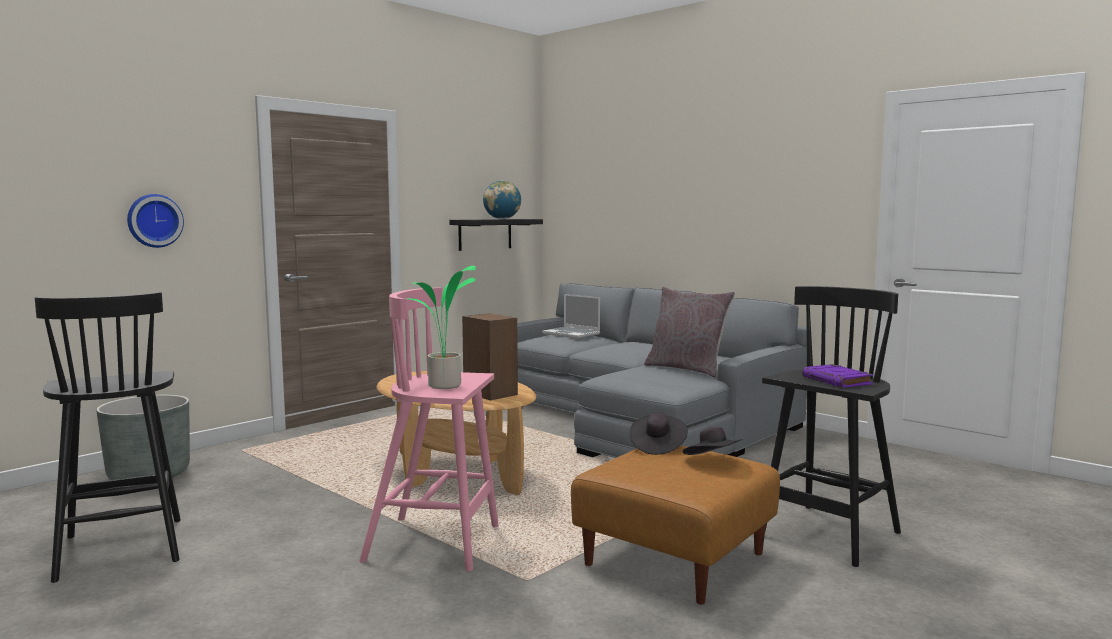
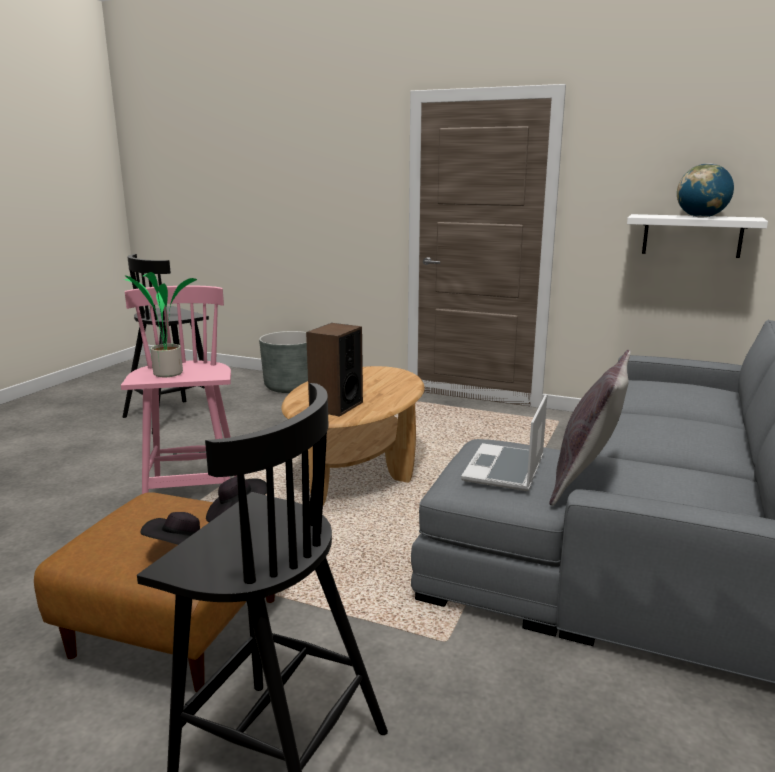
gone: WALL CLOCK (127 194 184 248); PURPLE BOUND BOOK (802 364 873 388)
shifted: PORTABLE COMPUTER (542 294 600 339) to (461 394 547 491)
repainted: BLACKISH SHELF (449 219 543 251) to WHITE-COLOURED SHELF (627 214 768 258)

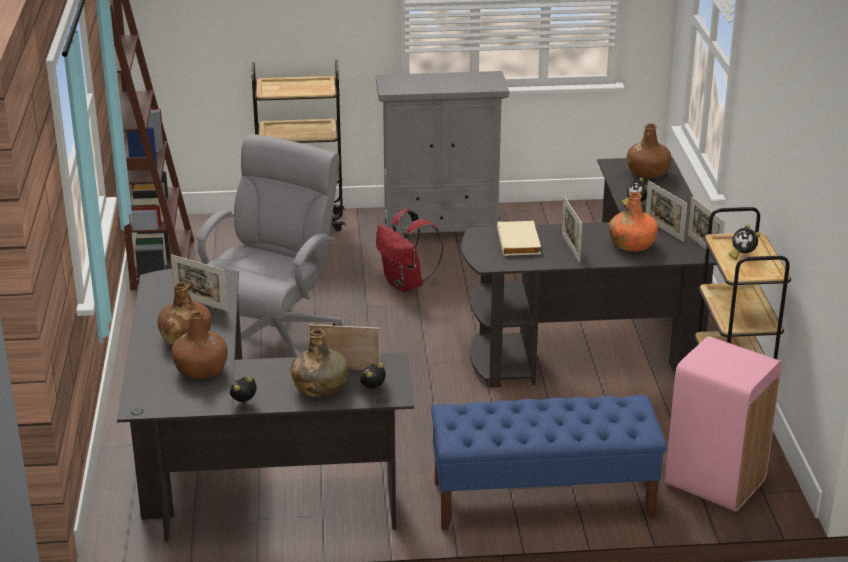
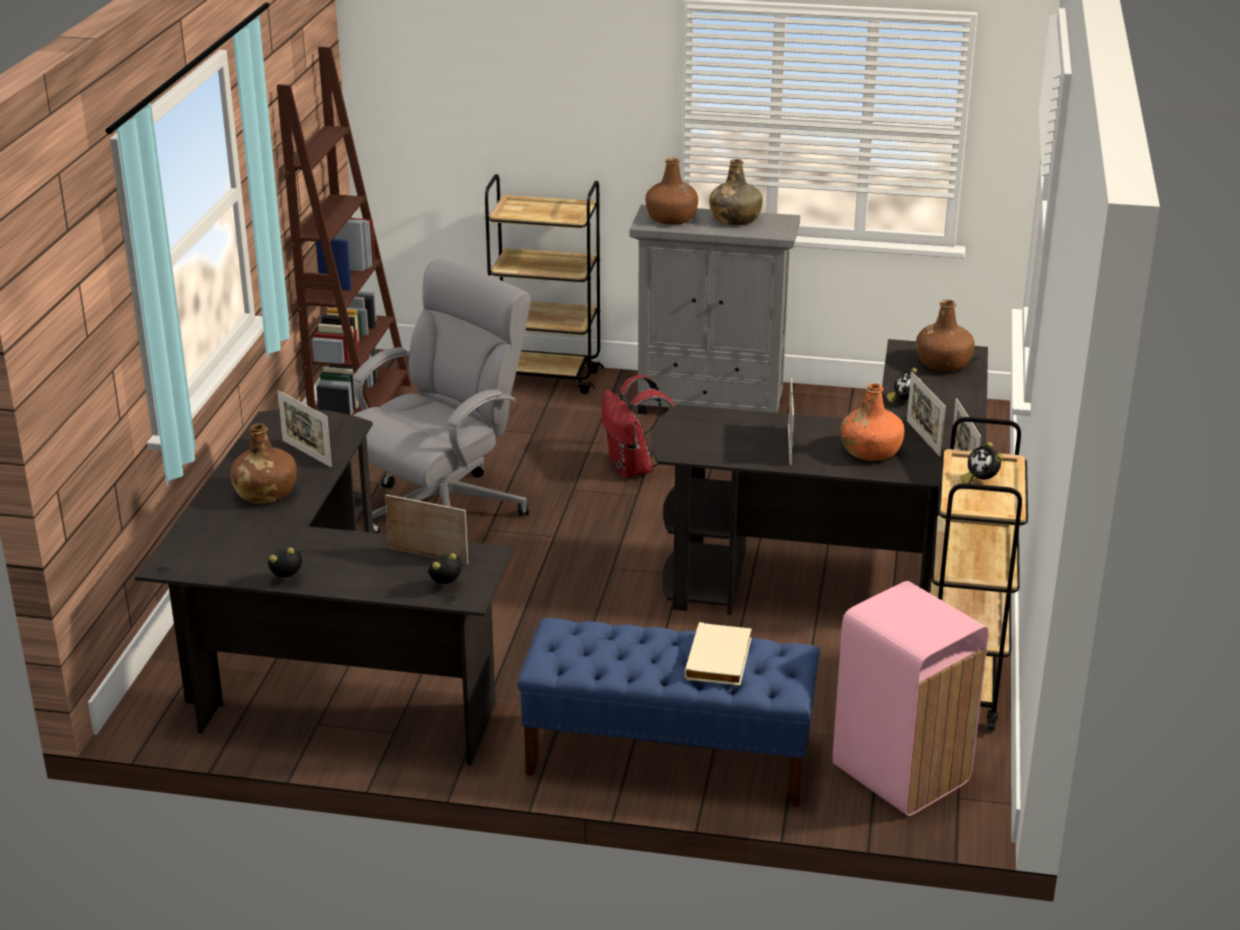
shifted: BROWN BOTTLE (171 310 228 379) to (646 158 698 225); GREEN-COLOURED BOTTLE (291 328 348 397) to (709 159 763 225); SAND-COLOURED BOUND BOOK (497 221 541 256) to (684 622 752 686)

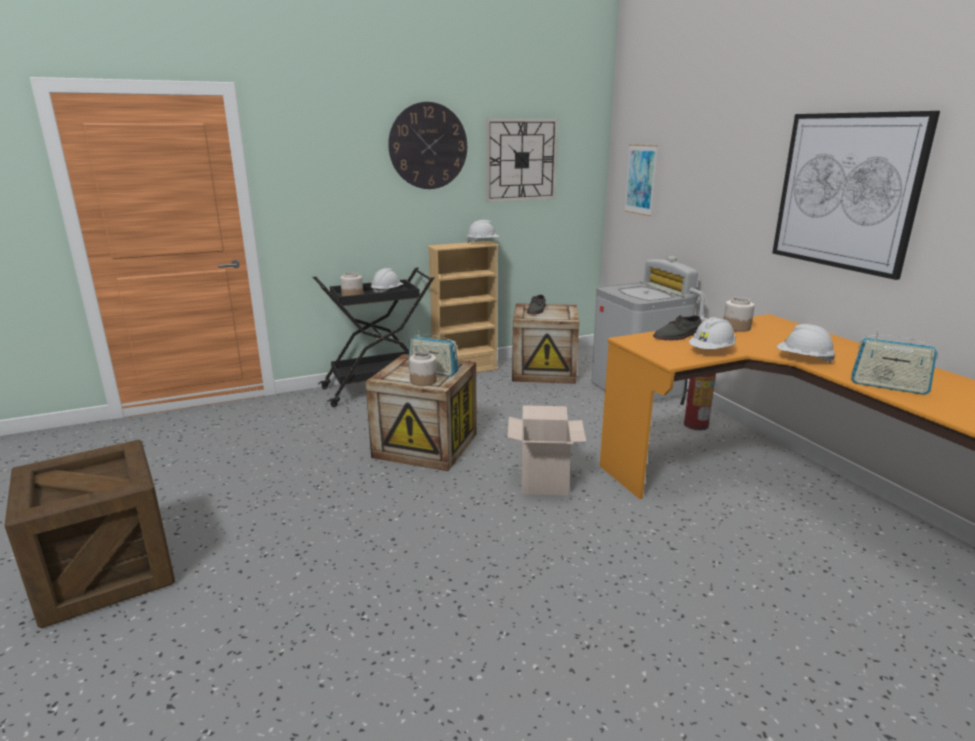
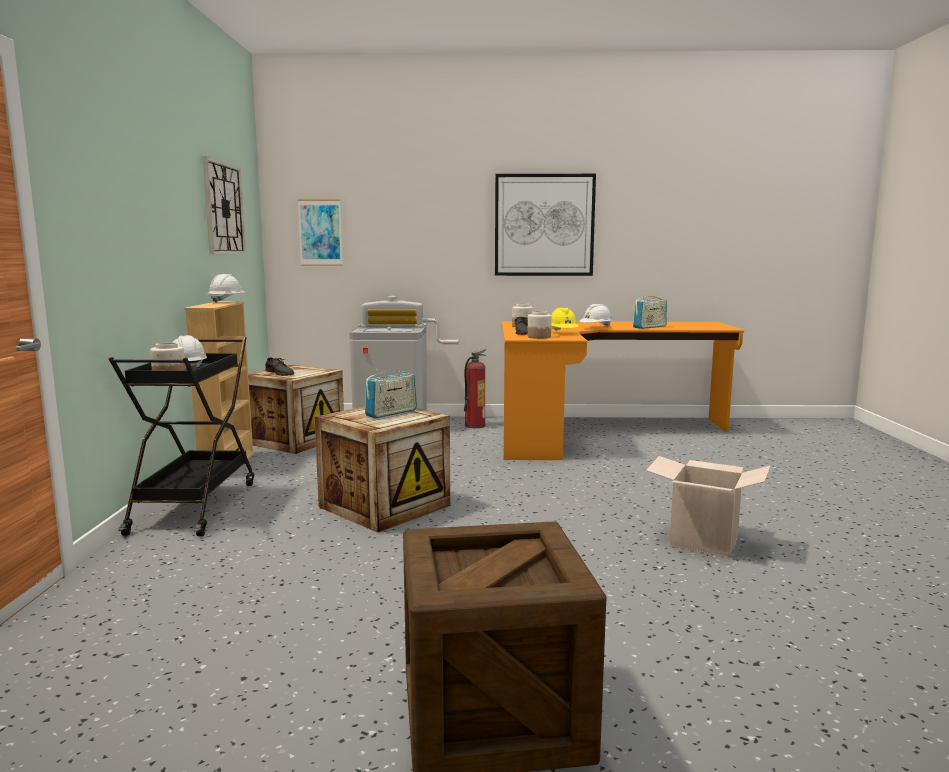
gone: WALL CLOCK (388 102 467 189)
shifted: PRESERVE JAR (409 351 437 386) to (528 311 551 339); CARTON (508 405 586 495) to (646 456 771 558)
repainted: WHITE-COLOURED HARD HAT (688 317 736 349) to YELLOW-COLOURED HARD HAT (551 308 579 331)

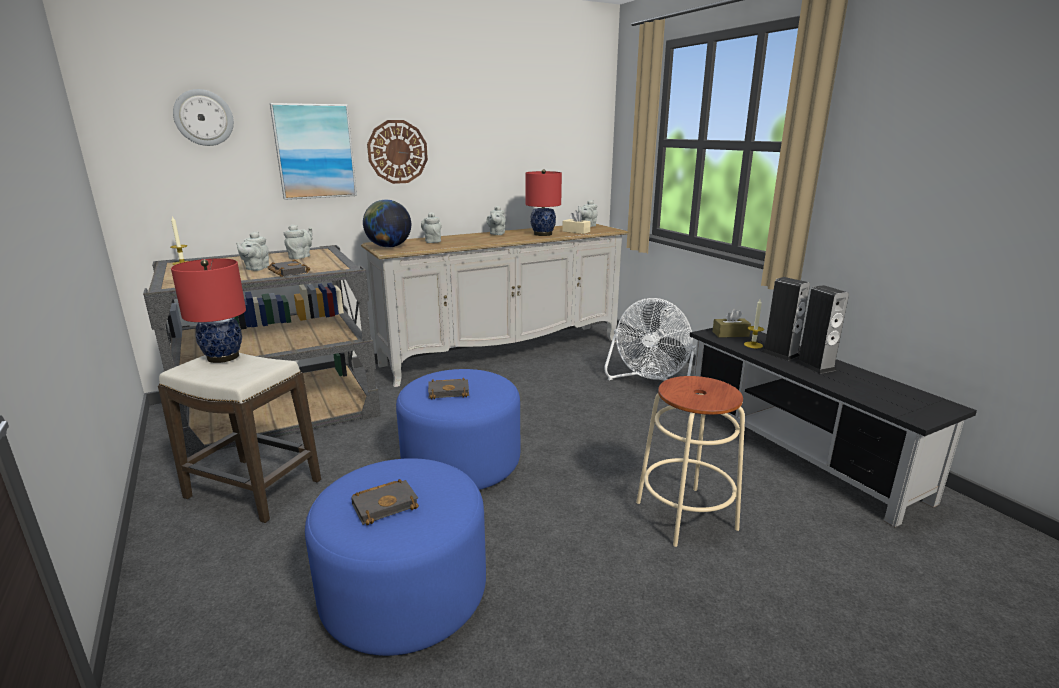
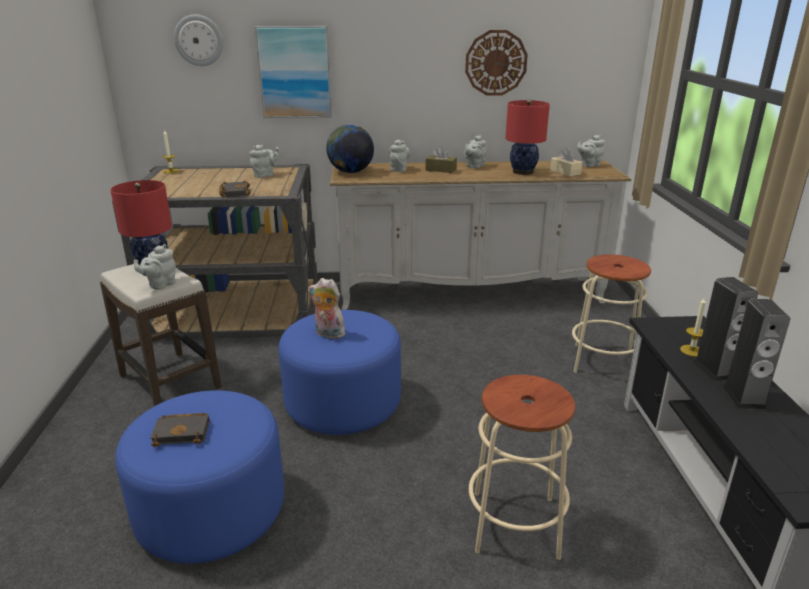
shifted: GREYISH TEA POT (236 231 269 271) to (134 244 176 290); WALL CLOCK (367 120 428 184) to (465 30 528 96); BROWN BOX OF TISSUES (712 309 751 338) to (426 146 457 173)
swapped: BLACKISH BOUND BOOK (428 378 469 399) to SOFT TOY (309 278 345 339); WHITE-COLOURED ELECTRIC FAN (604 298 696 381) to SAND-COLOURED STOOL (572 254 651 373)

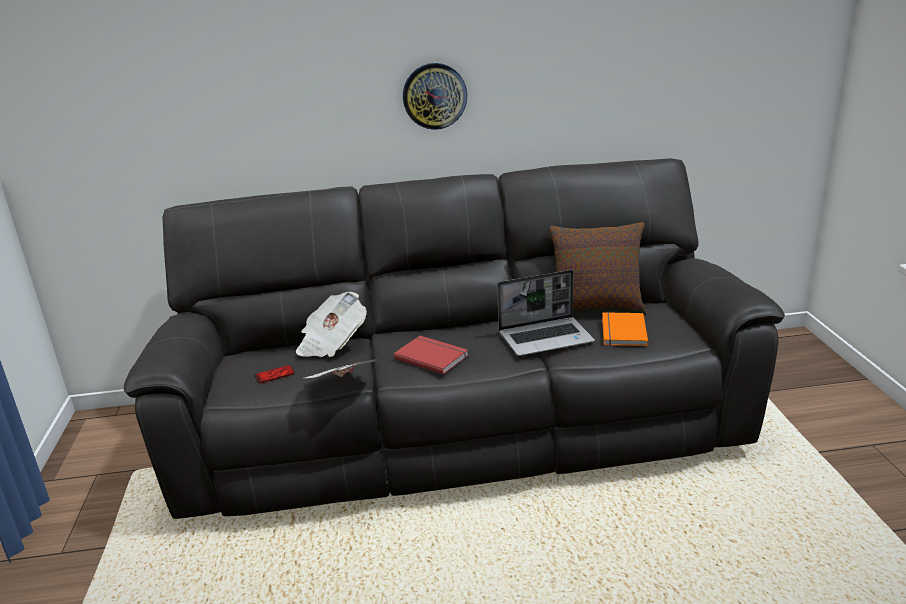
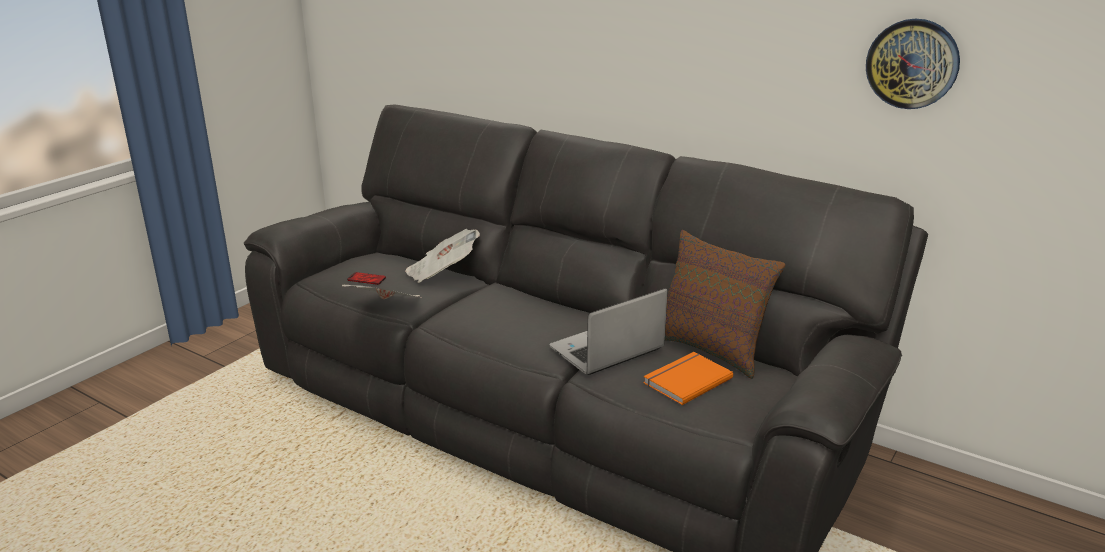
gone: RED BOUND BOOK (394 336 468 375)
shifted: WALL CLOCK (403 63 467 130) to (866 19 960 109)
rotated: PORTABLE COMPUTER (497 270 595 356) = (549 289 668 375) 120 degrees clockwise

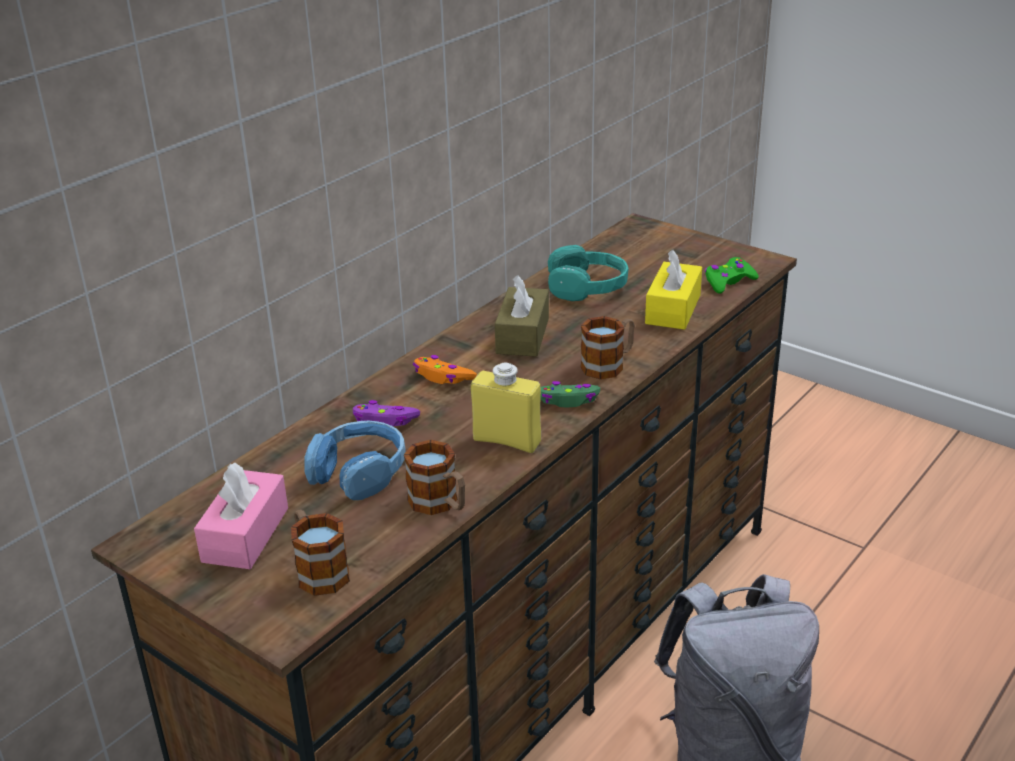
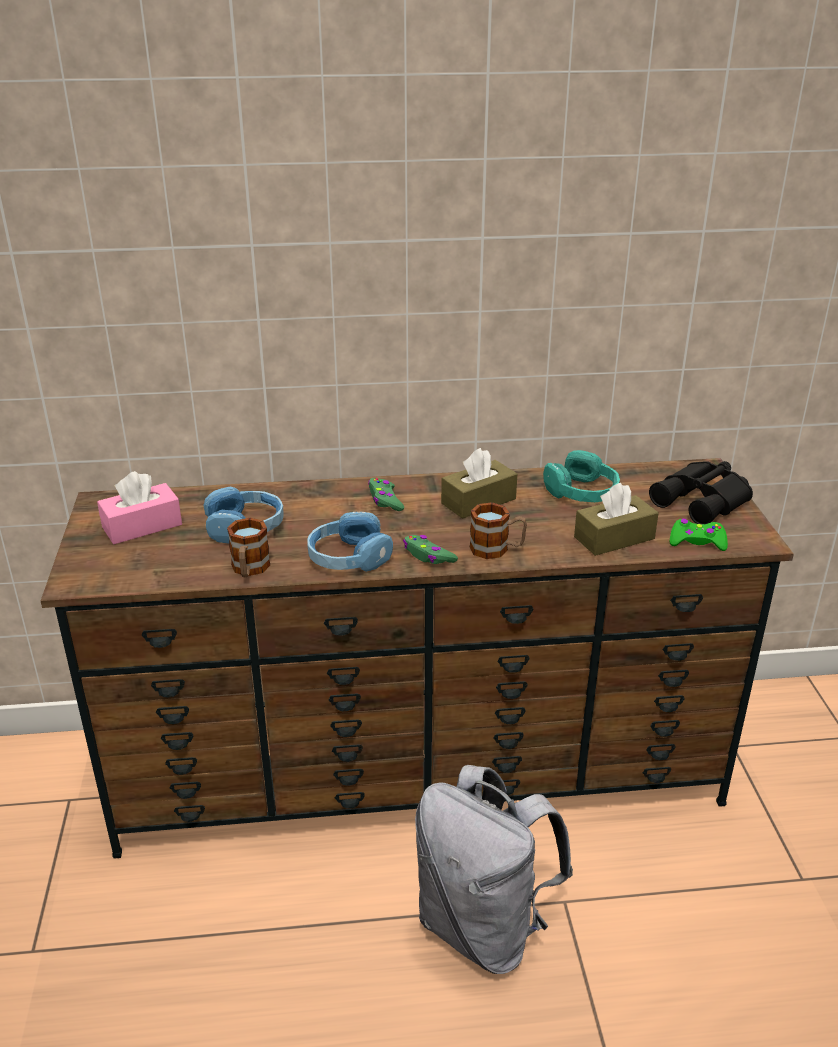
gone: MUG (291 510 350 596); PURPLE JOYPAD (353 400 420 427)
new: BLACKISH FIELD GLASSES (649 461 753 524)
swapped: YELLOW-COLOURED BOTTLE (471 363 541 453) to BLUE HEADSET (307 512 393 572)
repainted: ORANGE JOYPAD (413 355 477 384) to GREEN-COLOURED JOYPAD (368 478 404 511); YELLOW-COLOURED BOX OF TISSUES (645 250 702 330) to BROWN BOX OF TISSUES (574 483 659 556)

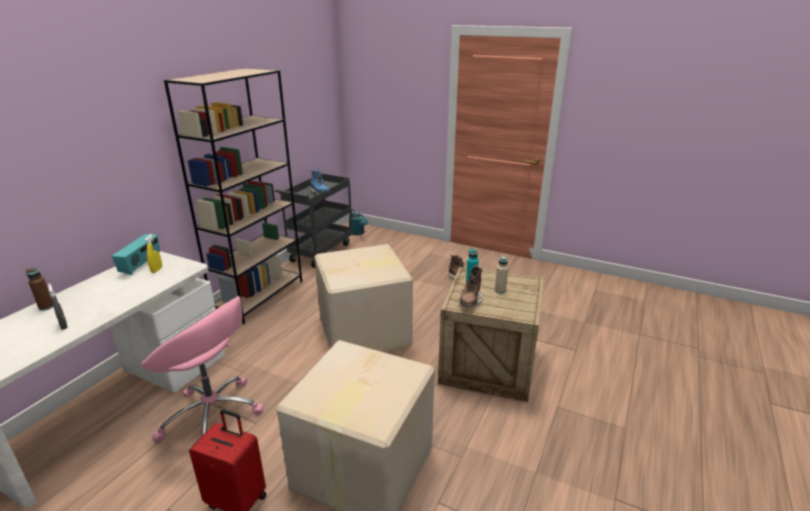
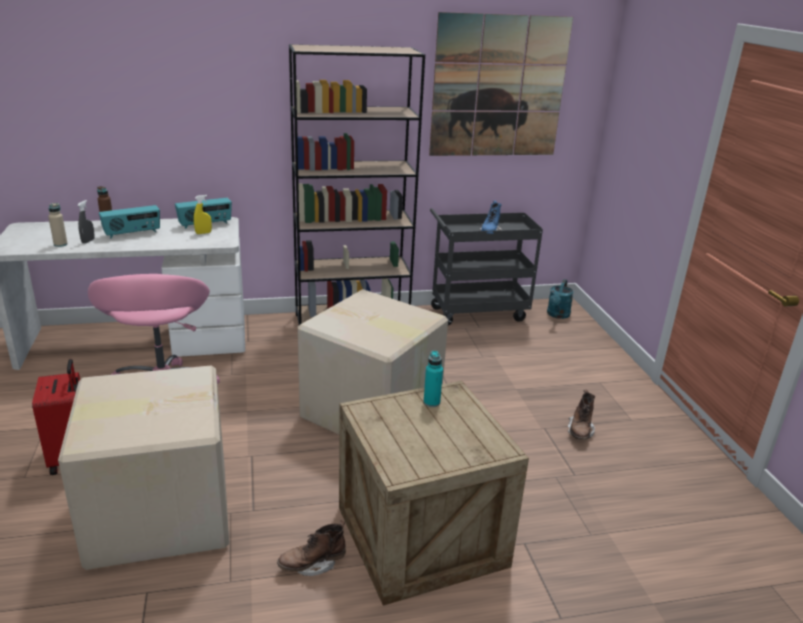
new: RADIO RECEIVER (99 205 160 238); WALL PICTURE (429 12 573 156)
shifted: BROWN HIGH-TOP BOOT (458 264 483 307) to (277 521 346 576); SAND-COLOURED BOTTLE (495 255 508 293) to (48 203 68 247)

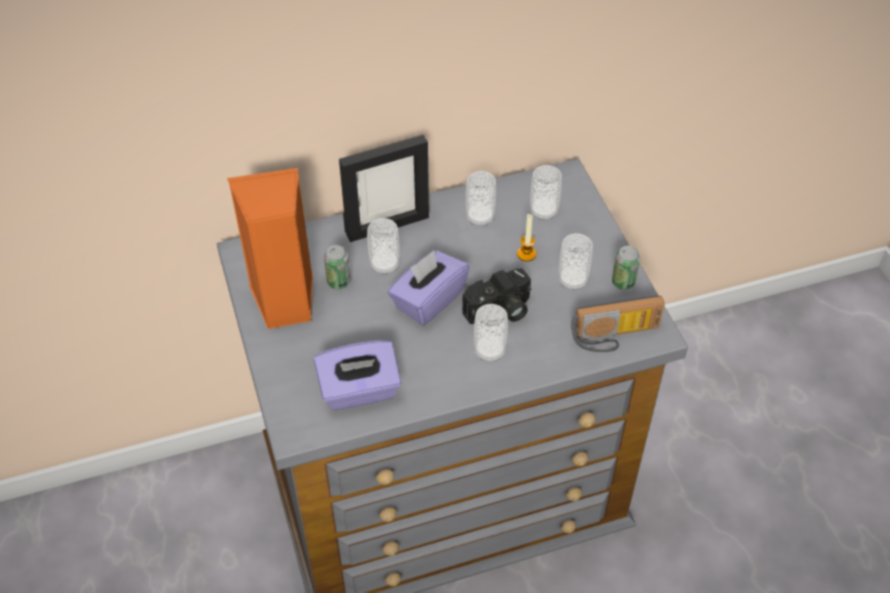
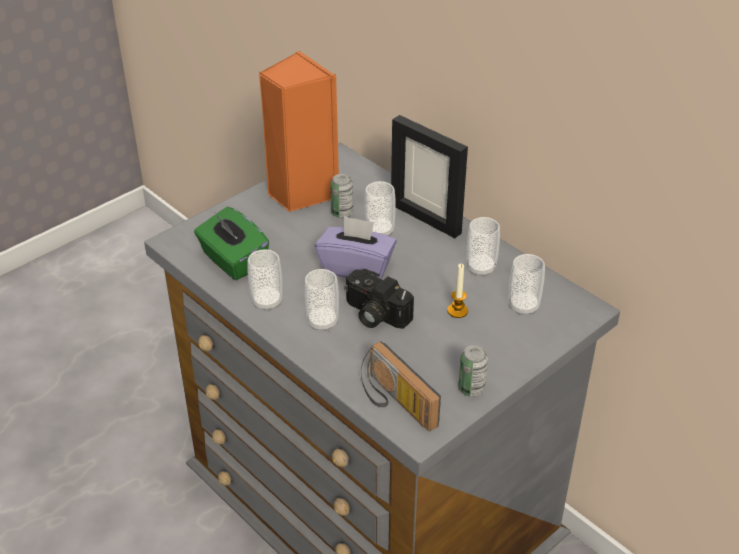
shifted: SMALL CUP (558 234 593 291) to (247 249 283 311)
repainted: PURPLE BOX OF TISSUES (314 341 401 410) to GREEN-COLOURED BOX OF TISSUES (194 207 269 280)

